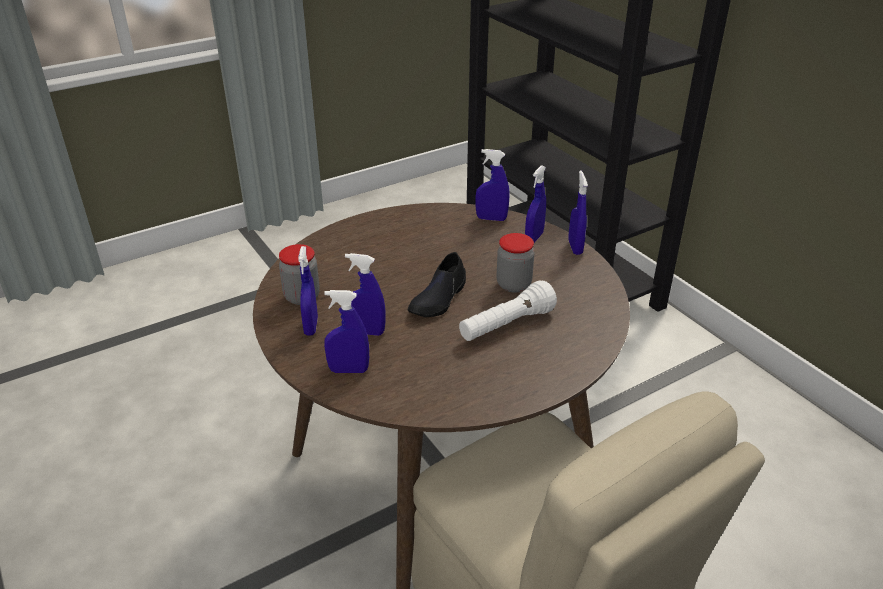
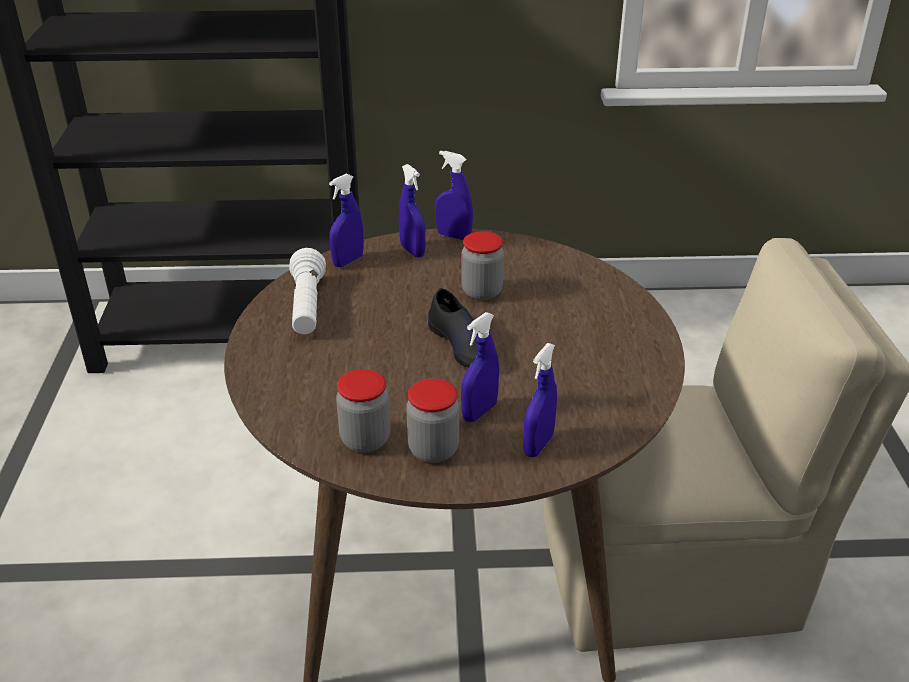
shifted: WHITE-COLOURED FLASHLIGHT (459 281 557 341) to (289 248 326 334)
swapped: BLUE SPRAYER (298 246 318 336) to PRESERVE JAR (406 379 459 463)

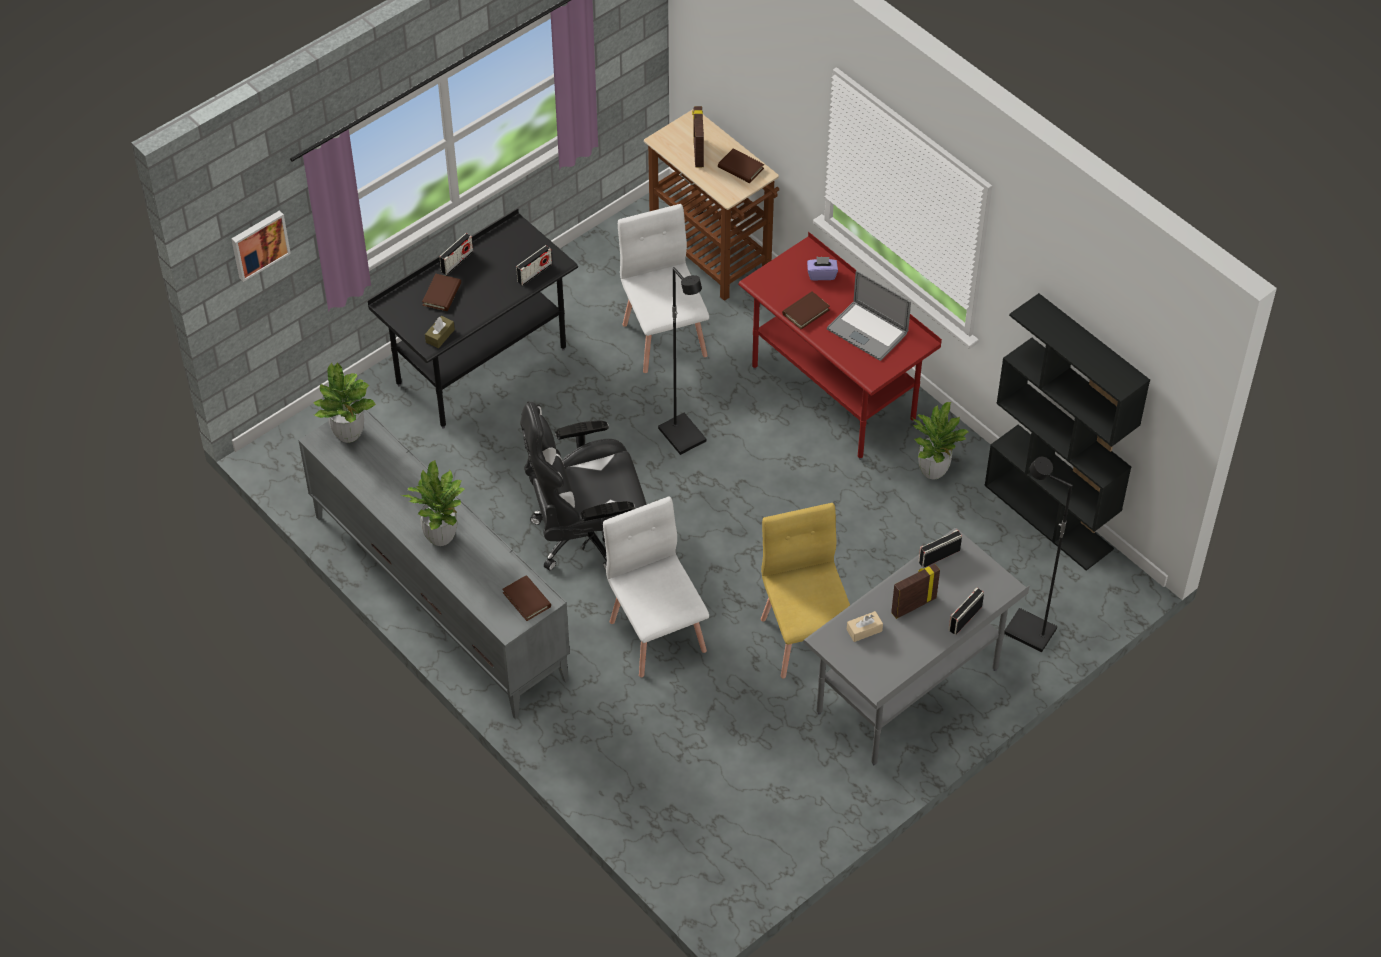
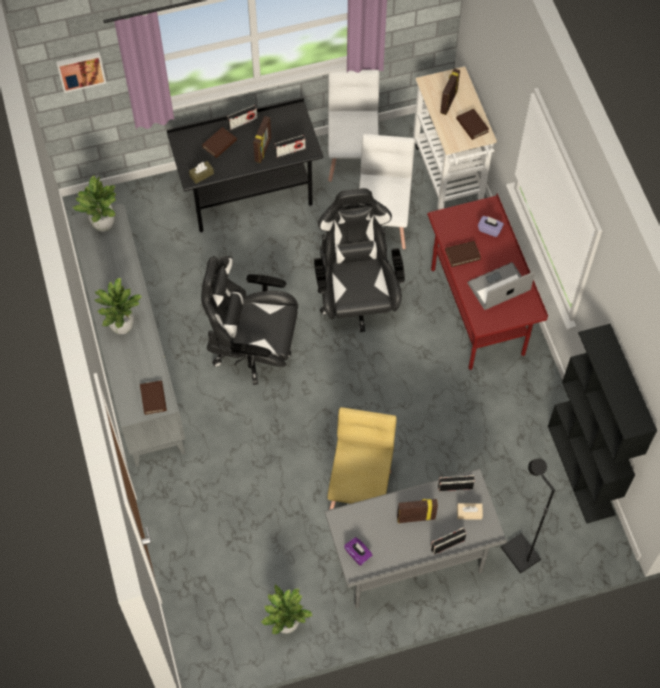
new: PHOTO FRAME (253 116 271 163); PURPLE BOX OF TISSUES (344 537 373 566)
shifted: WHITE-COLOURED UPRIGHT CHAIR (603 497 709 677) to (328 70 380 182); SAND-COLOURED BOX OF TISSUES (847 611 883 642) to (457 503 483 520); POTTED PLANT (913 402 969 479) to (260 584 312 634)
swapped: BLACKISH FLOOR LAMP (658 267 706 455) to BLACKISH OFFICE CHAIR (314 188 405 332)
repainted: BROWN CART (644 109 779 301) to WHITE-COLOURED CART (413 67 497 210)
rotated: PORTABLE COMPUTER (827 271 911 361) = (467 262 535 310) 90 degrees clockwise

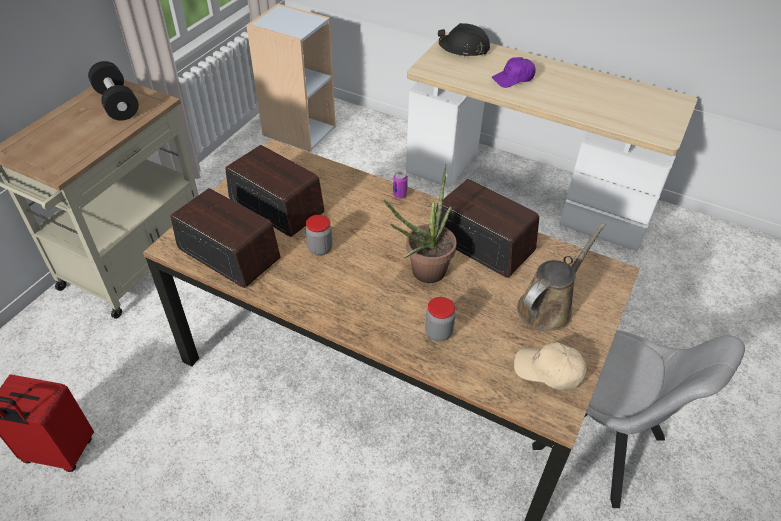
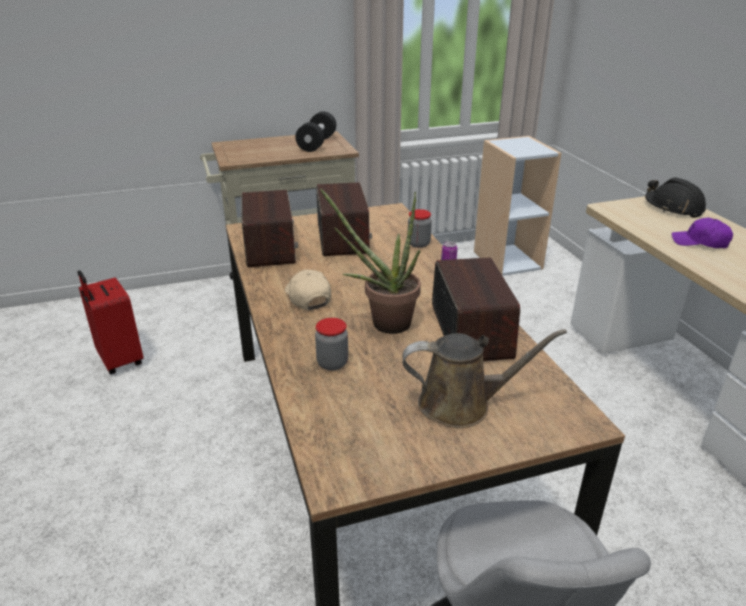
shifted: PRESERVE JAR (306 215 332 255) to (408 209 432 248); SAND-COLOURED PEAKED CAP (514 342 587 390) to (285 269 331 310)

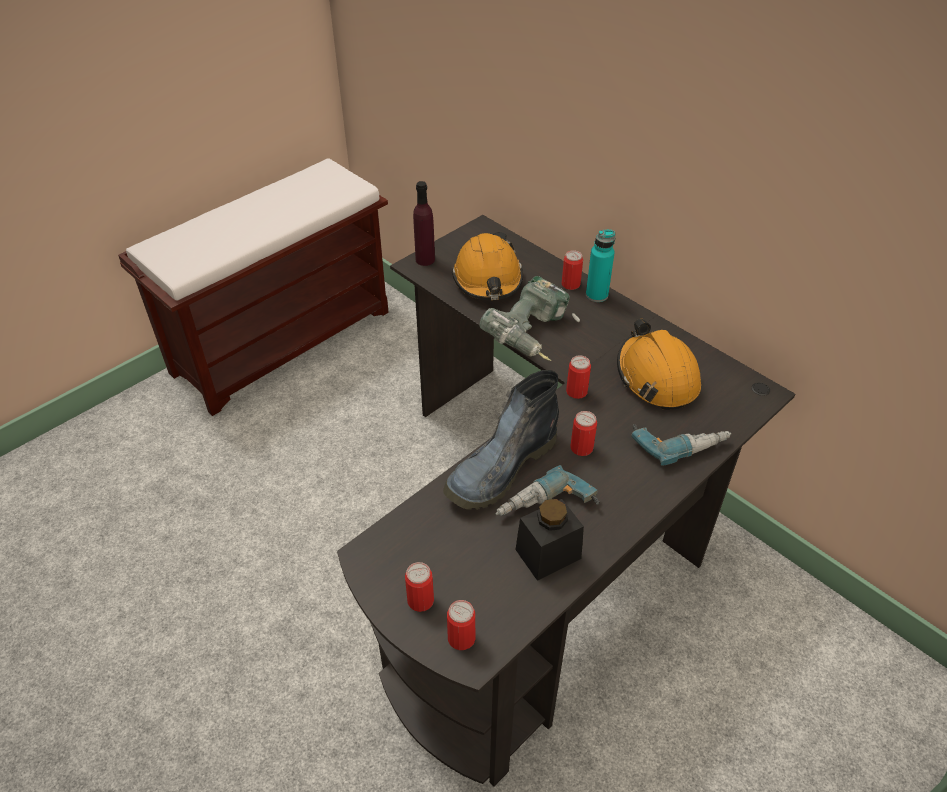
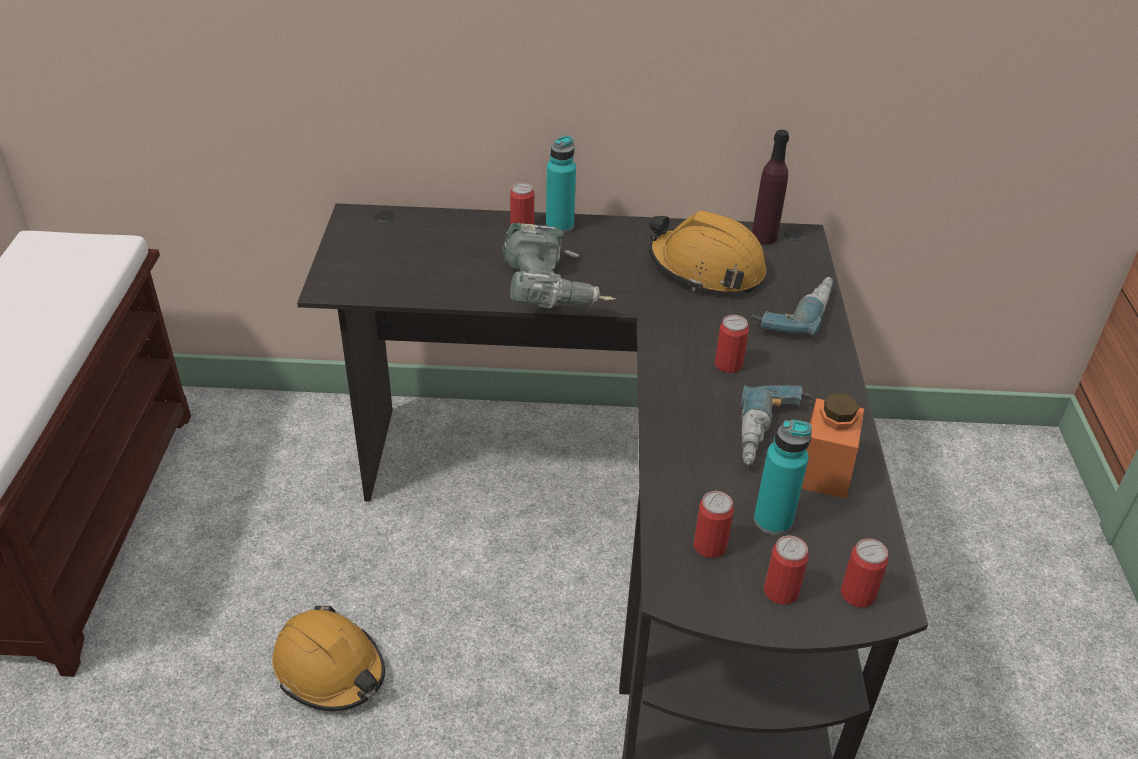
gone: HIGH-TOP BOOT (443 370 559 510)
new: BLUE-GREEN BOTTLE (754 420 812 535)
shifted: PURPLE BOTTLE (413 181 435 266) to (752 130 789 244); ORANGE HARD HAT (452 233 523 300) to (272 606 385 711); METAL CAN (566 355 591 399) to (693 491 734 558)
repainted: BLACKISH PRESERVE JAR (515 499 584 581) to ORANGE PRESERVE JAR (801 393 864 499)

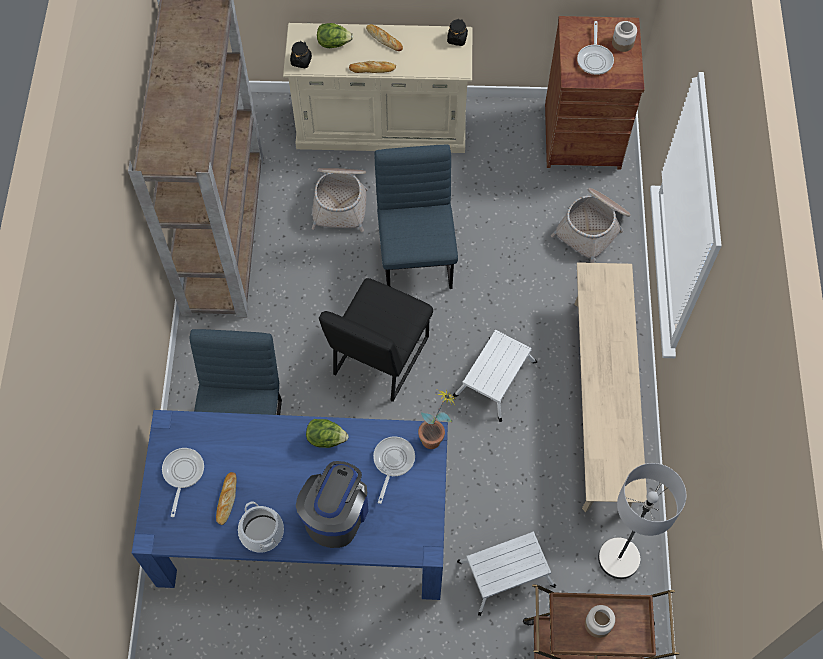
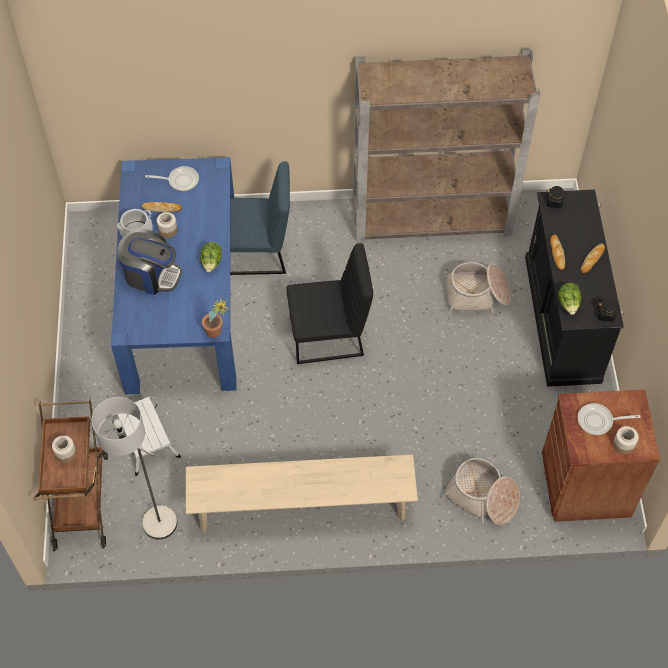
gone: PAN (373 437 415 504); BLUE UPRIGHT CHAIR (374 145 458 289); WHITE-COLOURED STEP STOOL (453 330 537 422)
new: PRESERVE JAR (157 212 178 238)
shifted: LETTUCE HEAD (317 23 354 48) to (558 283 582 315)
repainted: SAND-COLOURED CABINET (283 23 472 153) to BLACKISH CABINET (525 190 624 387)
rotated: BLACKISH UPRIGHT CHAIR (319 278 433 402) = (286 243 373 364) 150 degrees clockwise

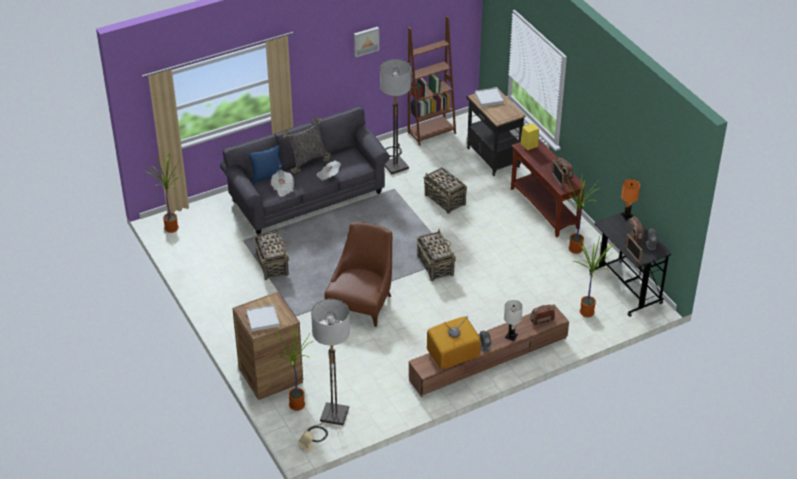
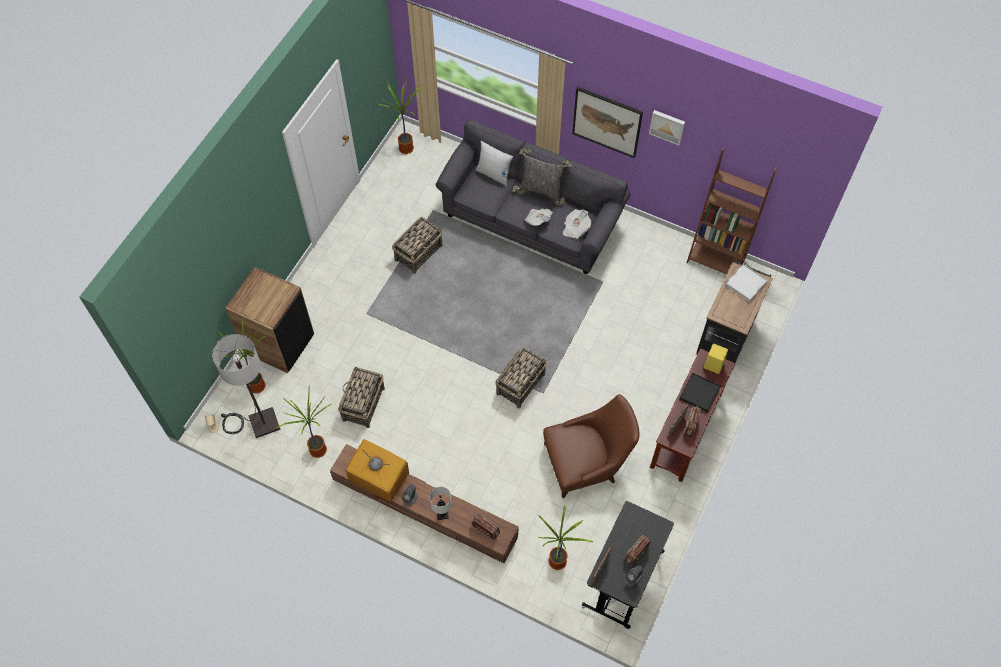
gone: WHITE-COLOURED TRAY (246 304 280 332); FLOOR LAMP (380 59 411 175); ORANGE LAMP FOR A TABLE (621 179 640 220)
new: WALL PICTURE (572 87 643 158); BLACKISH TRAY (679 373 721 413)
shifted: NEWSPAPER (271 170 294 197) to (563 209 591 239); BROWN ARMCHAIR (325 222 392 327) to (543 394 639 498); BASKET (424 167 467 214) to (338 367 385 428); POTTED PLANT (562 177 598 254) to (277 386 332 458)
repainted: BLUE CUSHION (248 145 282 184) to GREYISH CUSHION (475 141 513 186)

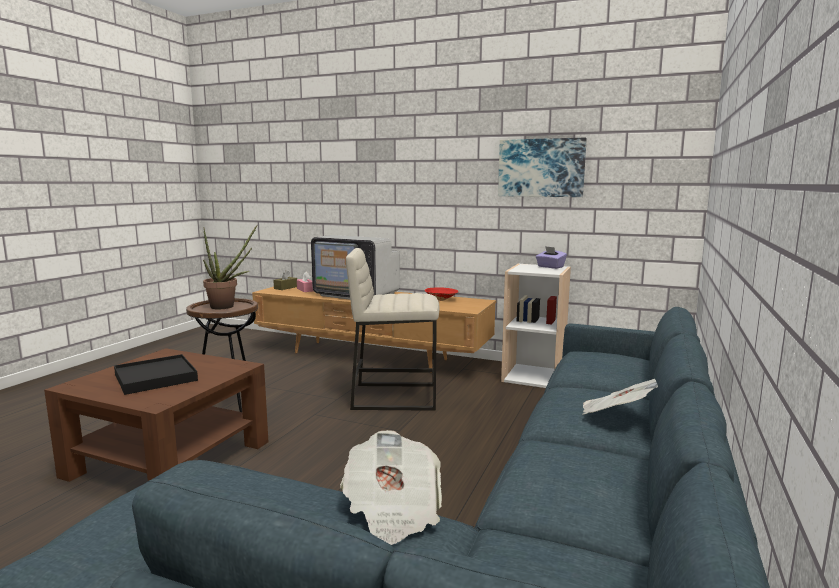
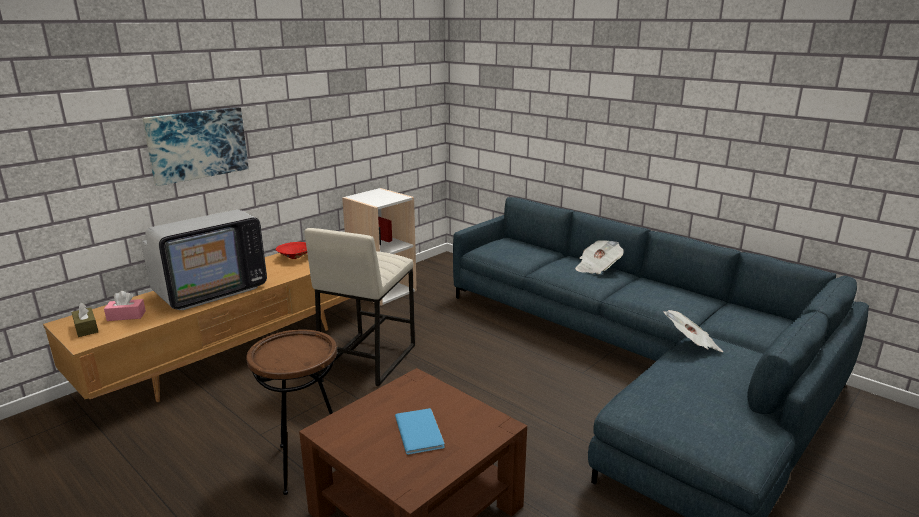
gone: POTTED PLANT (203 224 258 309); PURPLE BOX OF TISSUES (536 246 567 269)
shifted: WALL PICTURE (498 138 587 197) to (142 107 249 186)
swapped: BLACKISH TRAY (114 354 198 395) to BLUE BOUND BOOK (395 408 445 455)

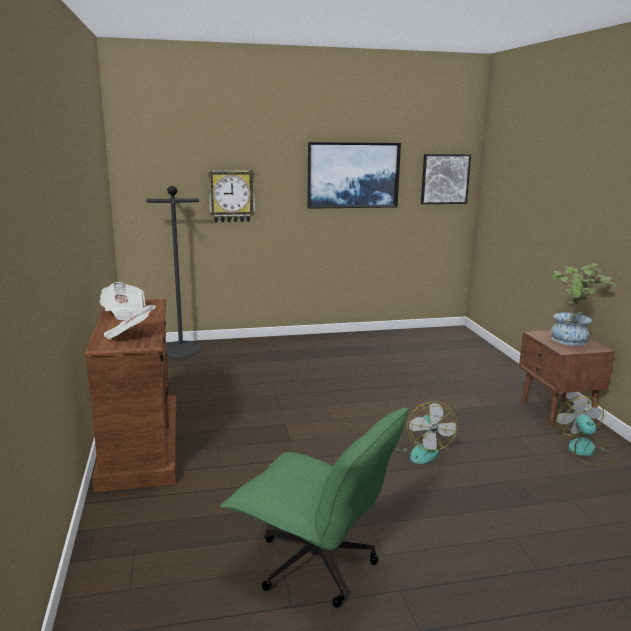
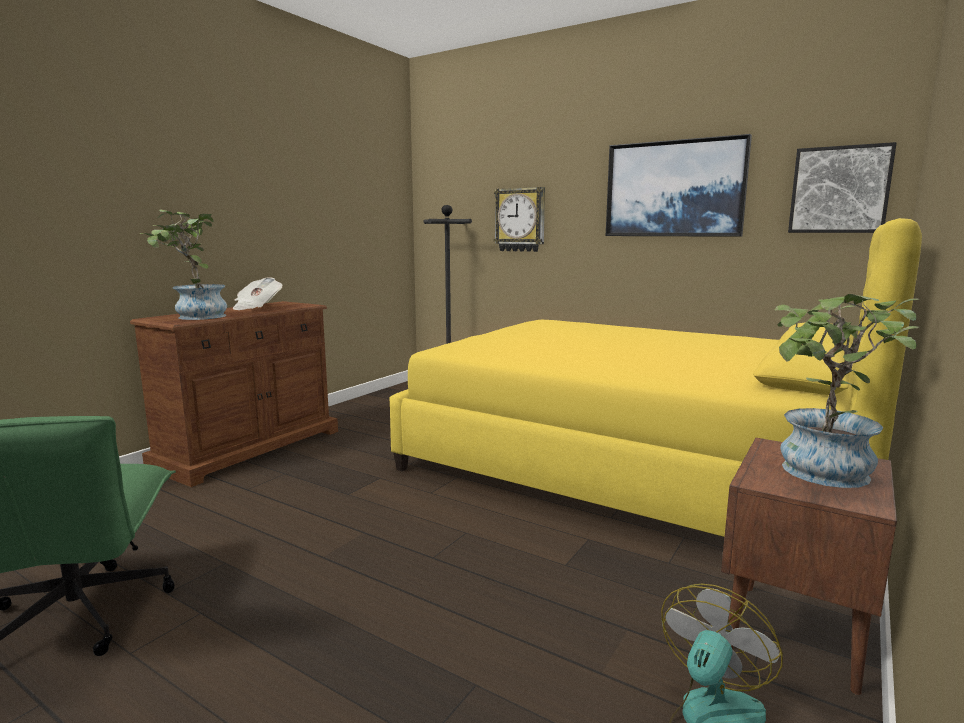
gone: ELECTRIC FAN (395 401 458 464)
new: YELLOW-COLOURED SLEEPING BED (389 218 922 537)
swapped: NEWSPAPER (103 305 156 340) to POTTED PLANT (140 209 227 320)

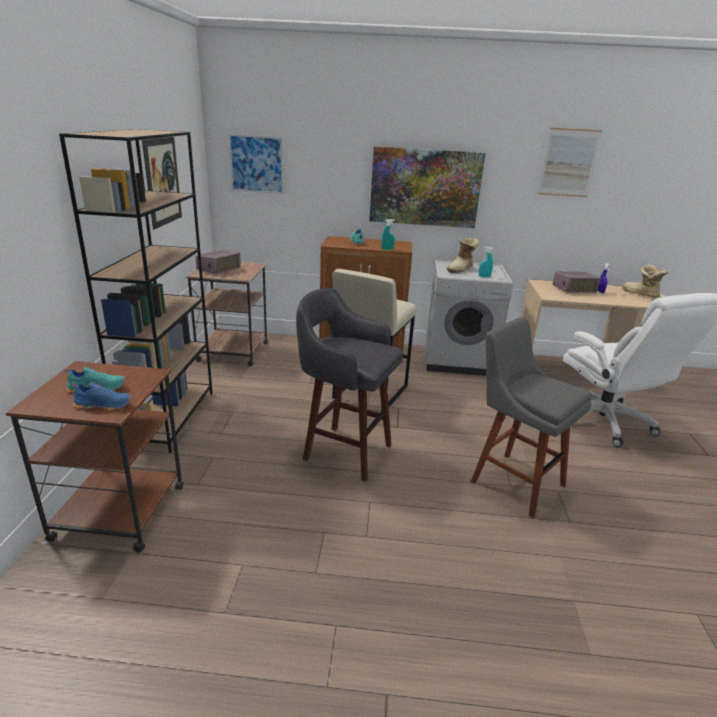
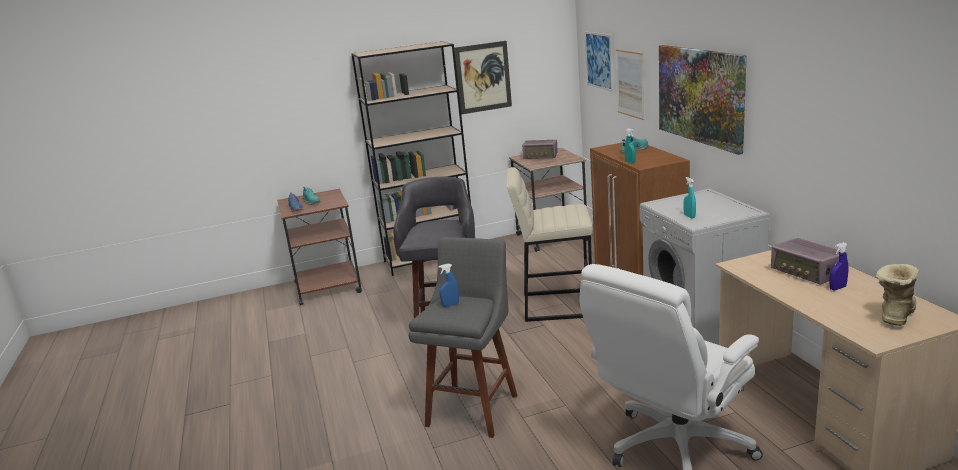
gone: HIGH-TOP BOOT (447 238 479 273)
new: BLUE SPRAYER (438 263 459 307)
shifted: WALL PICTURE (537 128 603 197) to (616 49 644 120)

